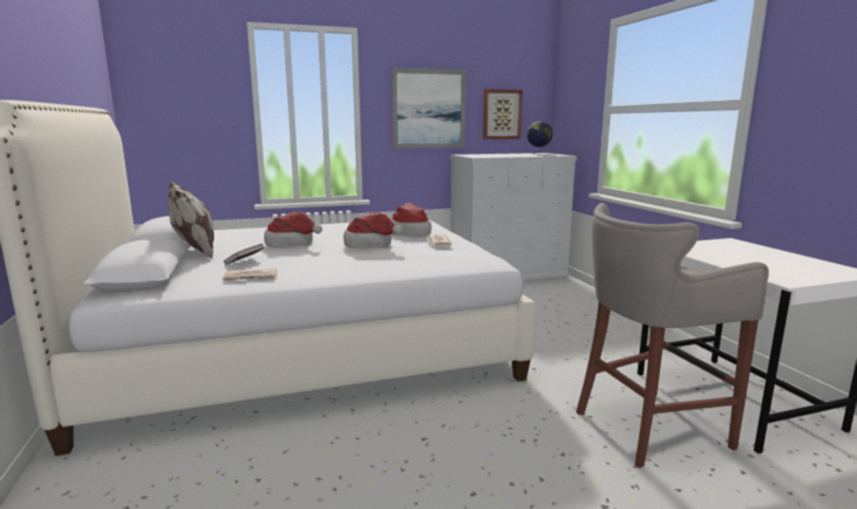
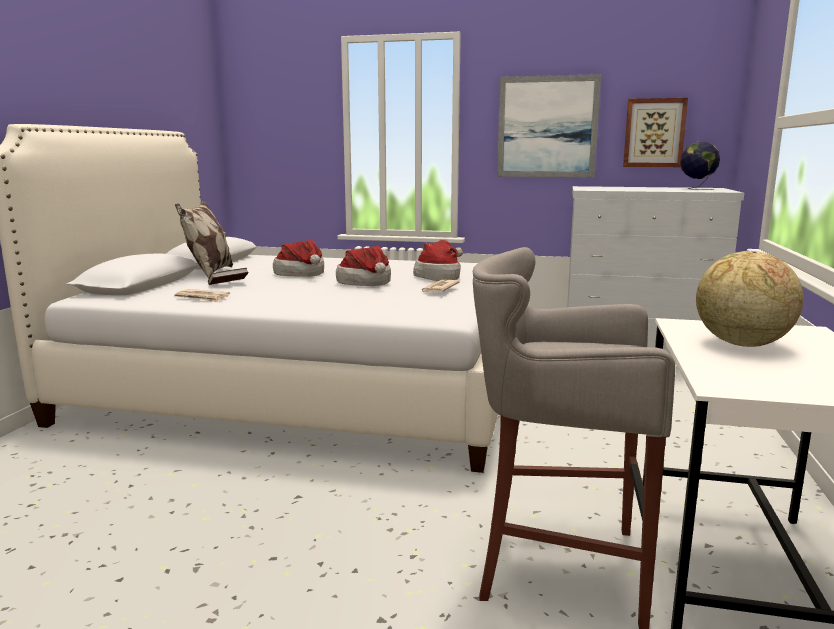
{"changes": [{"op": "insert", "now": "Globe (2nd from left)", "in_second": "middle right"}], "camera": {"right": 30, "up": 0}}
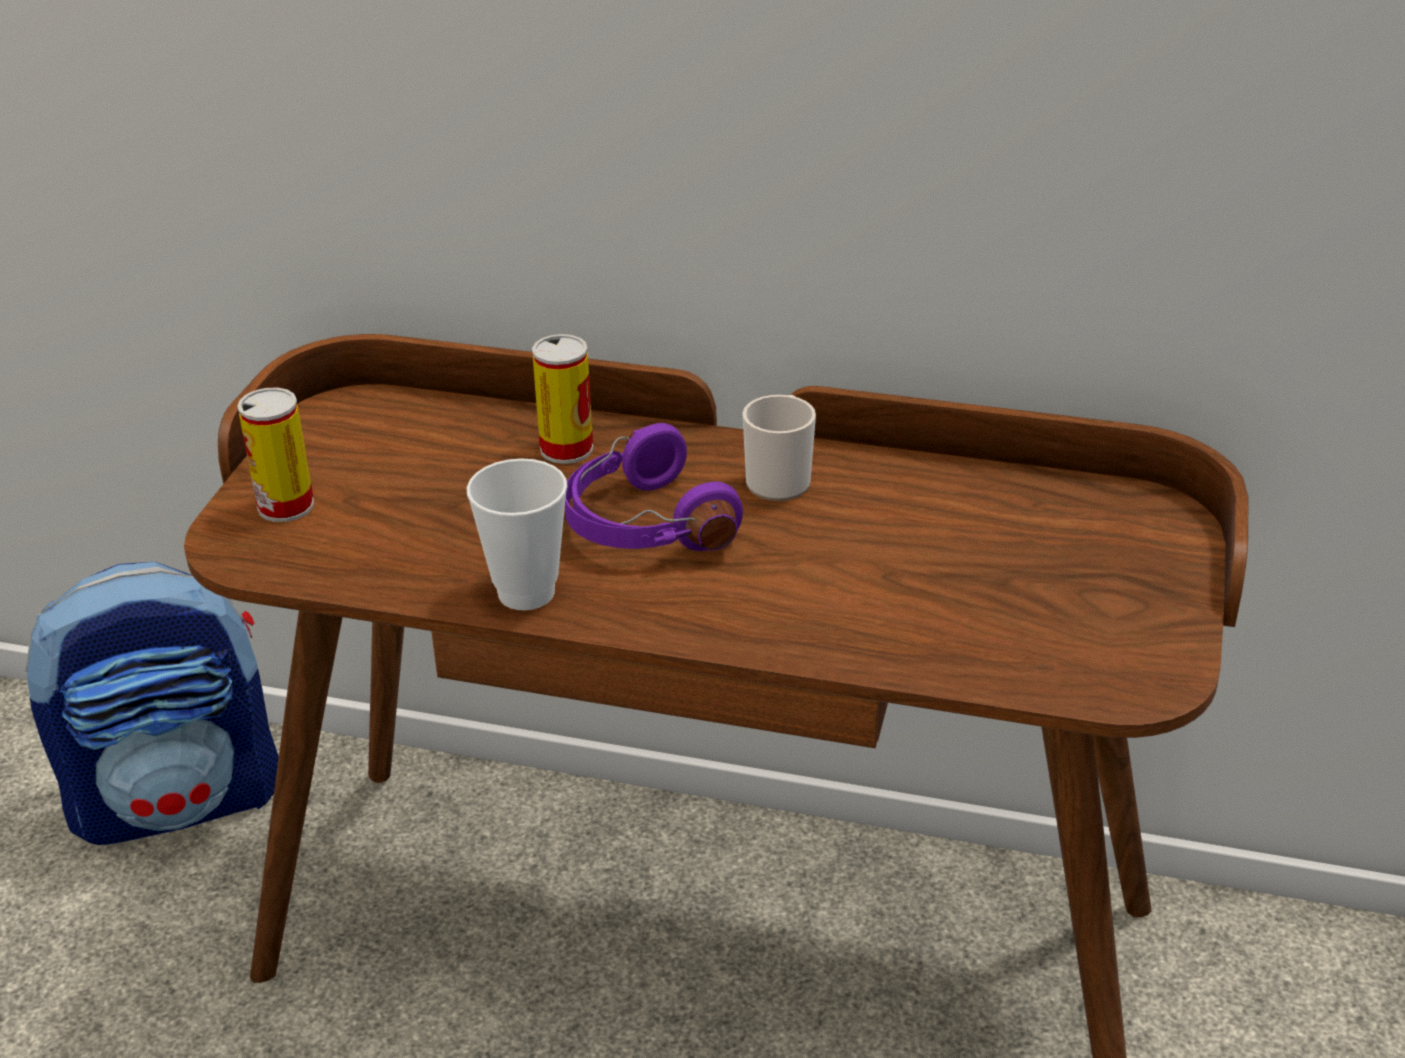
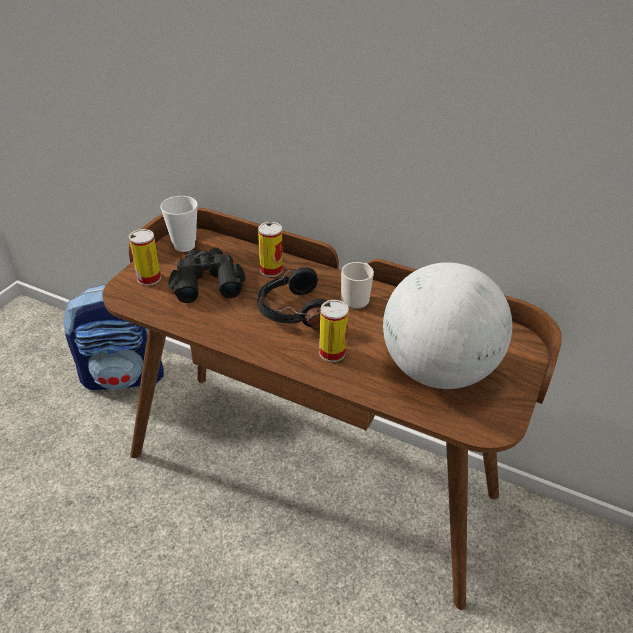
{"changes": [{"op": "move", "was": "Cup", "in_first": "centre", "in_second": "middle left"}, {"op": "recolor", "was": "PurpleHeadphones", "now": "BlackHeadphones", "in_first": "centre", "in_second": "centre"}, {"op": "insert", "now": "BlackBinoculars", "in_second": "middle left"}, {"op": "insert", "now": "Can (3rd from left)", "in_second": "centre"}, {"op": "insert", "now": "Globe", "in_second": "middle right"}], "camera": {"right": 10, "up": 5}}
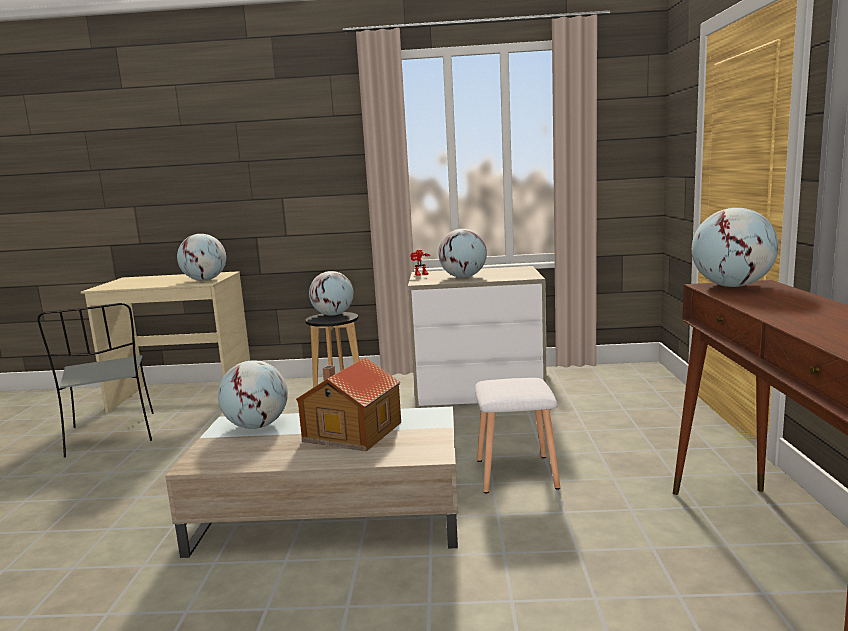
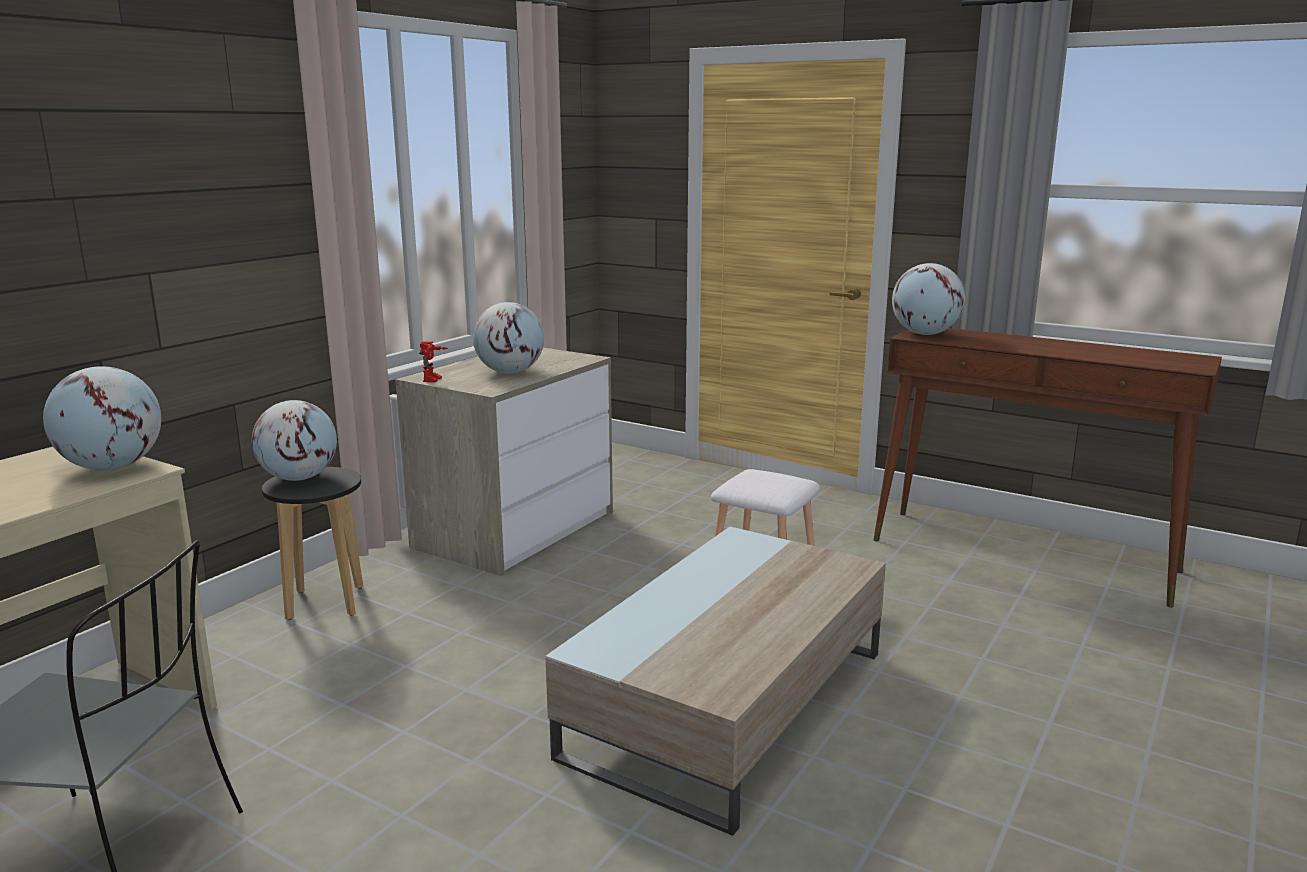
{"changes": [{"op": "delete", "was": "Globe (2nd from left)", "in_first": "middle left"}, {"op": "delete", "was": "ToyHouse", "in_first": "centre"}], "camera": {"right": -60, "up": 5}}
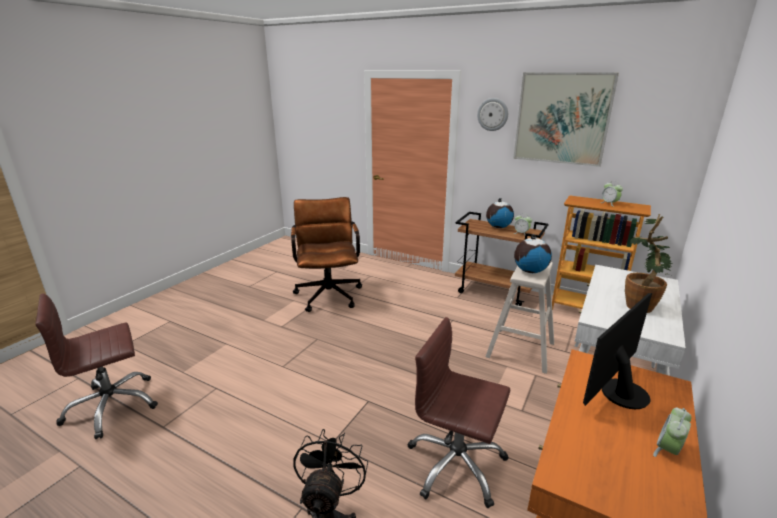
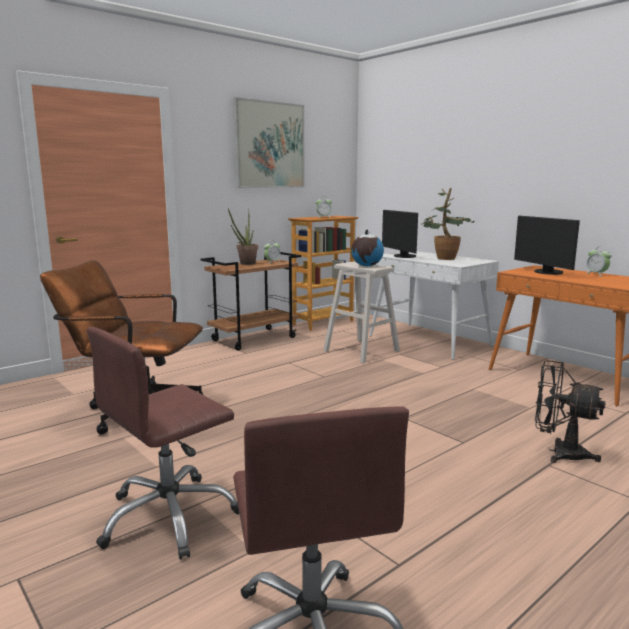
{"changes": [{"op": "move", "was": "BrownOfficeChair (3rd from left in the first image)", "now": "BrownOfficeChair (2nd from left)", "in_first": "bottom centre", "in_second": "bottom left"}, {"op": "delete", "was": "WallClock", "in_first": "top centre"}, {"op": "replace", "was": "Globe (1st from left)", "now": "PottedPlant (1st from left)", "in_first": "centre", "in_second": "centre"}, {"op": "insert", "now": "Monitor (1st from left)", "in_second": "centre"}], "camera": {"right": -70, "up": -10}}
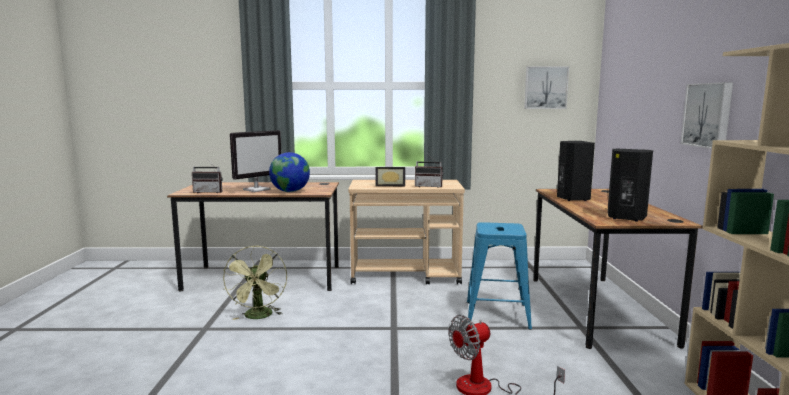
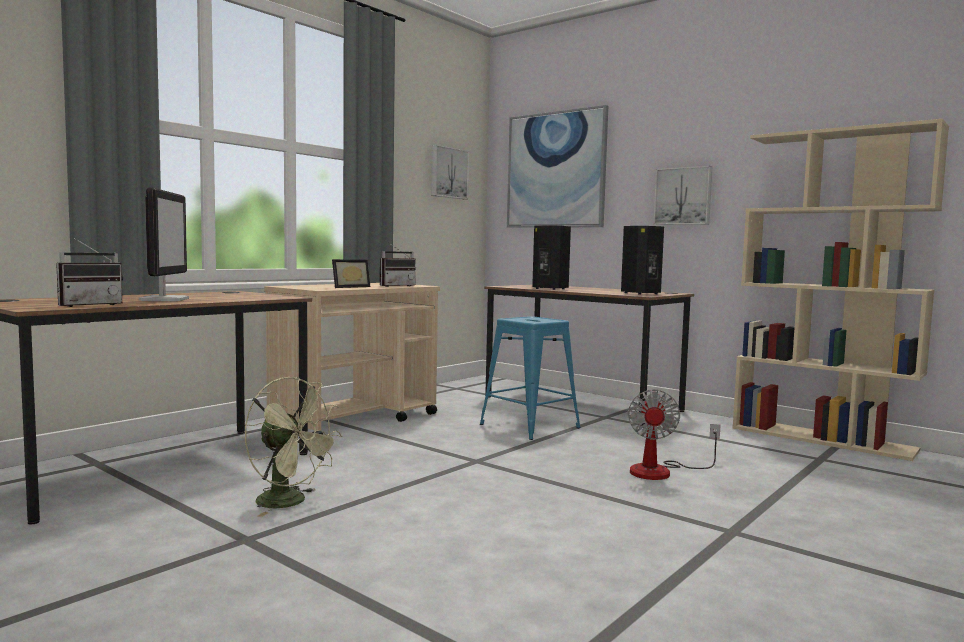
{"changes": [{"op": "delete", "was": "Globe", "in_first": "centre"}, {"op": "insert", "now": "Picture (2nd from left)", "in_second": "top centre"}], "camera": {"right": -50, "up": -5}}
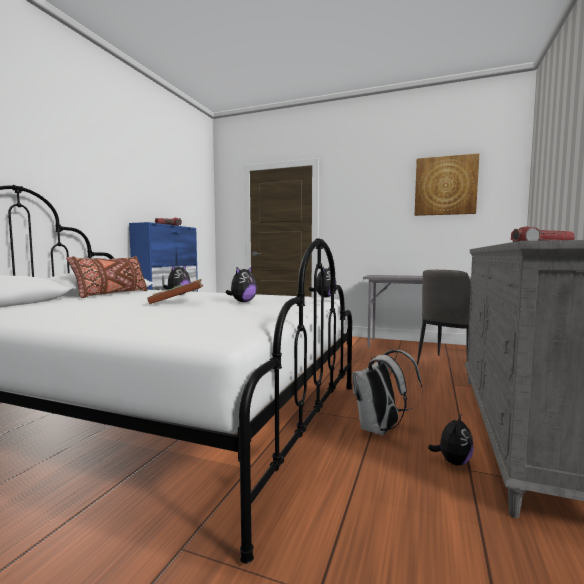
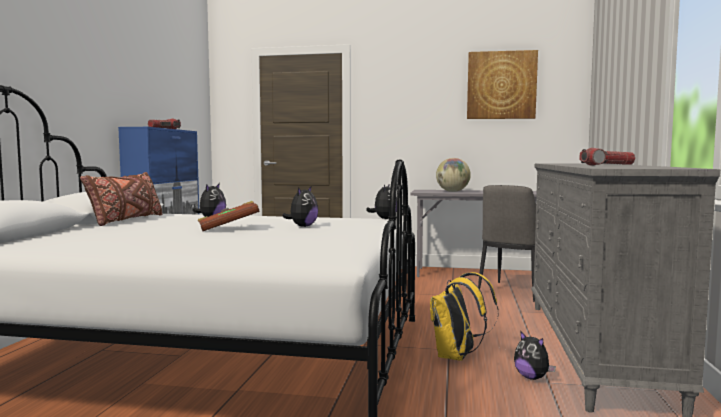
{"changes": [{"op": "recolor", "was": "WhiteBackpack", "now": "YellowBackpack", "in_first": "bottom centre", "in_second": "bottom centre"}, {"op": "rotate", "was": "PlushToy (4th from left)", "in_first": "bottom right", "in_second": "bottom right", "clockwise": 120}, {"op": "insert", "now": "Globe", "in_second": "centre"}], "camera": {"right": -10, "up": 0}}
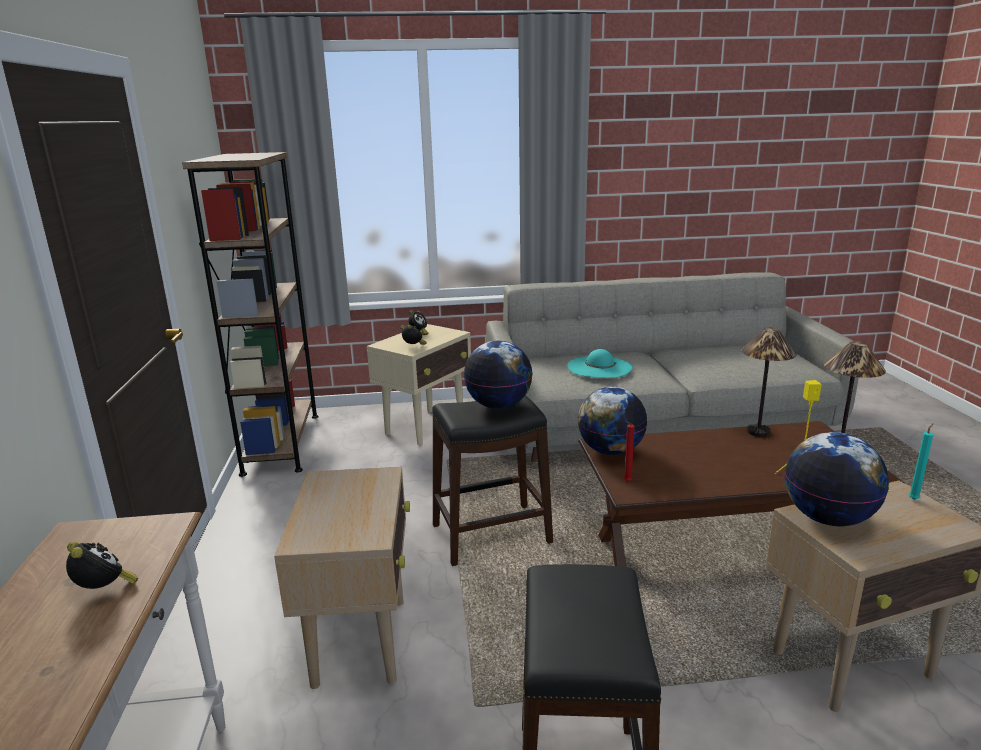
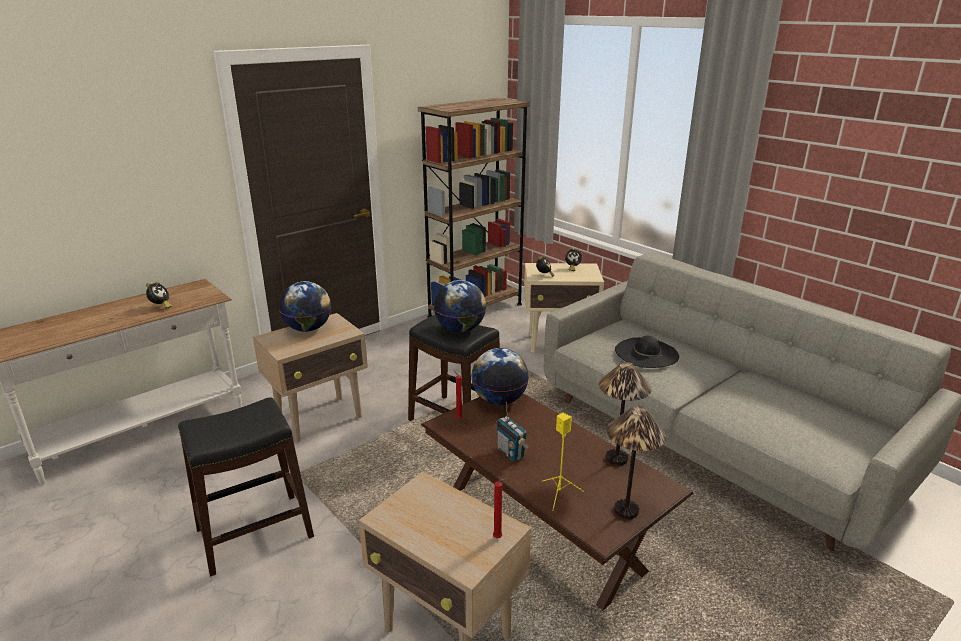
{"changes": [{"op": "recolor", "was": "TurquoiseHat", "now": "BlackHat", "in_first": "centre", "in_second": "middle right"}, {"op": "move", "was": "Globe (3rd from left in the first image)", "now": "Globe (1st from left)", "in_first": "middle right", "in_second": "middle left"}, {"op": "recolor", "was": "TurquoiseCandle", "now": "RedCandle (2nd from left)", "in_first": "middle right", "in_second": "bottom centre"}, {"op": "insert", "now": "Radio", "in_second": "bottom centre"}], "camera": {"right": 55, "up": 5}}
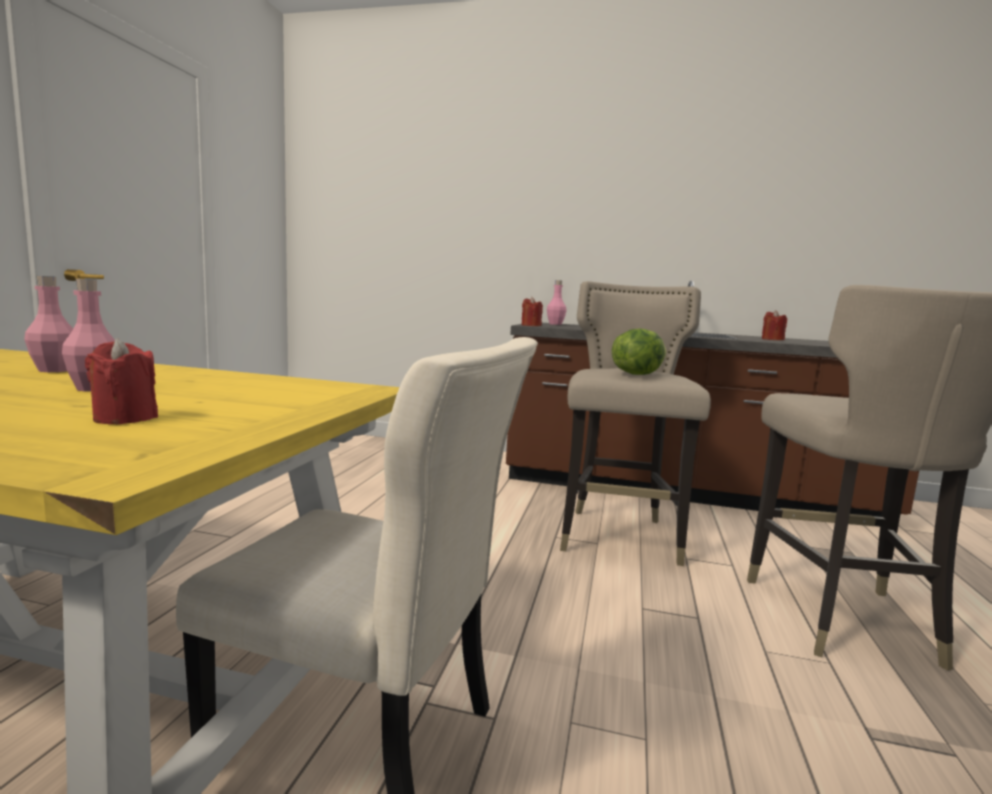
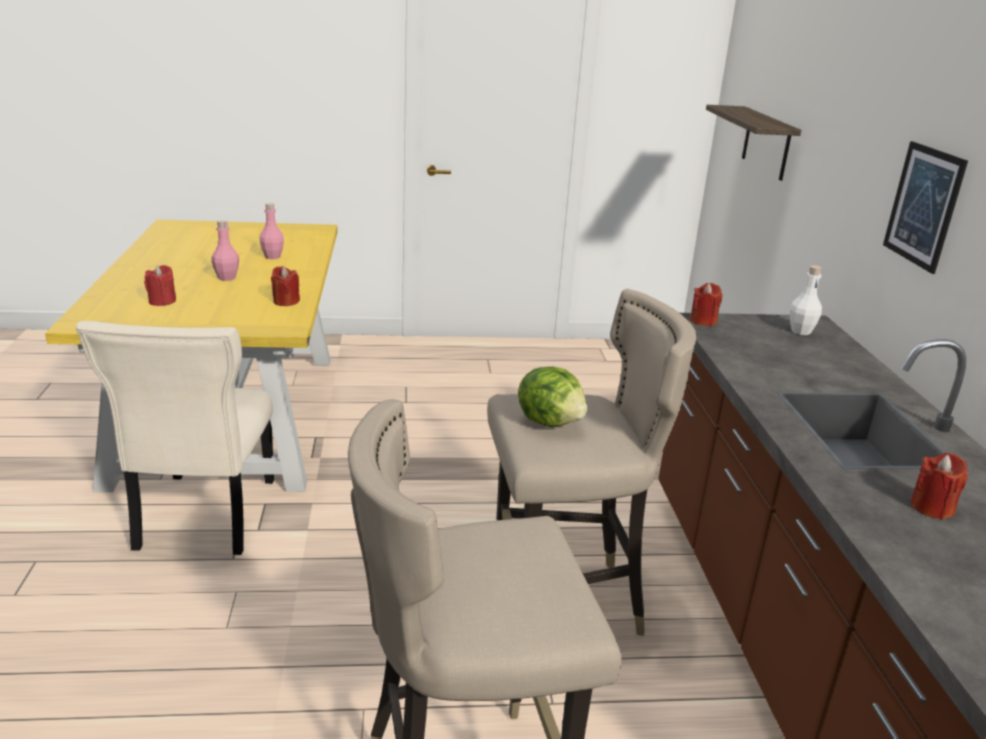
{"changes": [{"op": "recolor", "was": "PinkBottle (3rd from left)", "now": "WhiteBottle", "in_first": "centre", "in_second": "middle right"}, {"op": "insert", "now": "RedCandle (2nd from left)", "in_second": "middle left"}, {"op": "insert", "now": "Shelf", "in_second": "top right"}, {"op": "insert", "now": "Picture", "in_second": "top right"}], "camera": {"right": 70, "up": 15}}
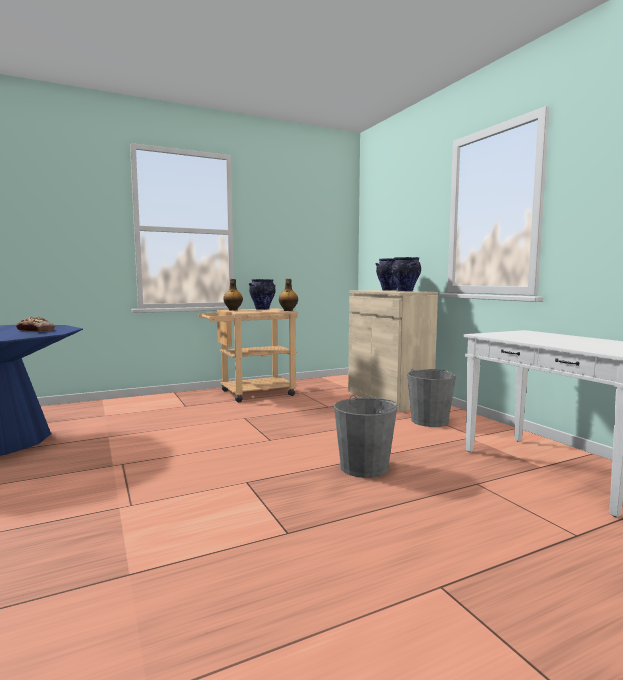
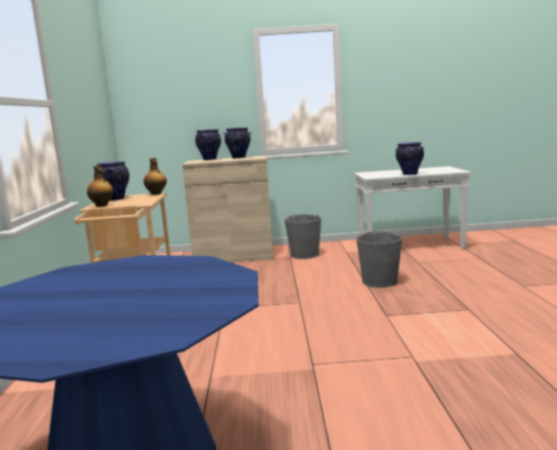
{"changes": [{"op": "delete", "was": "Bread", "in_first": "middle left"}, {"op": "insert", "now": "Vase (4th from left)", "in_second": "middle right"}], "camera": {"right": -65, "up": 5}}
